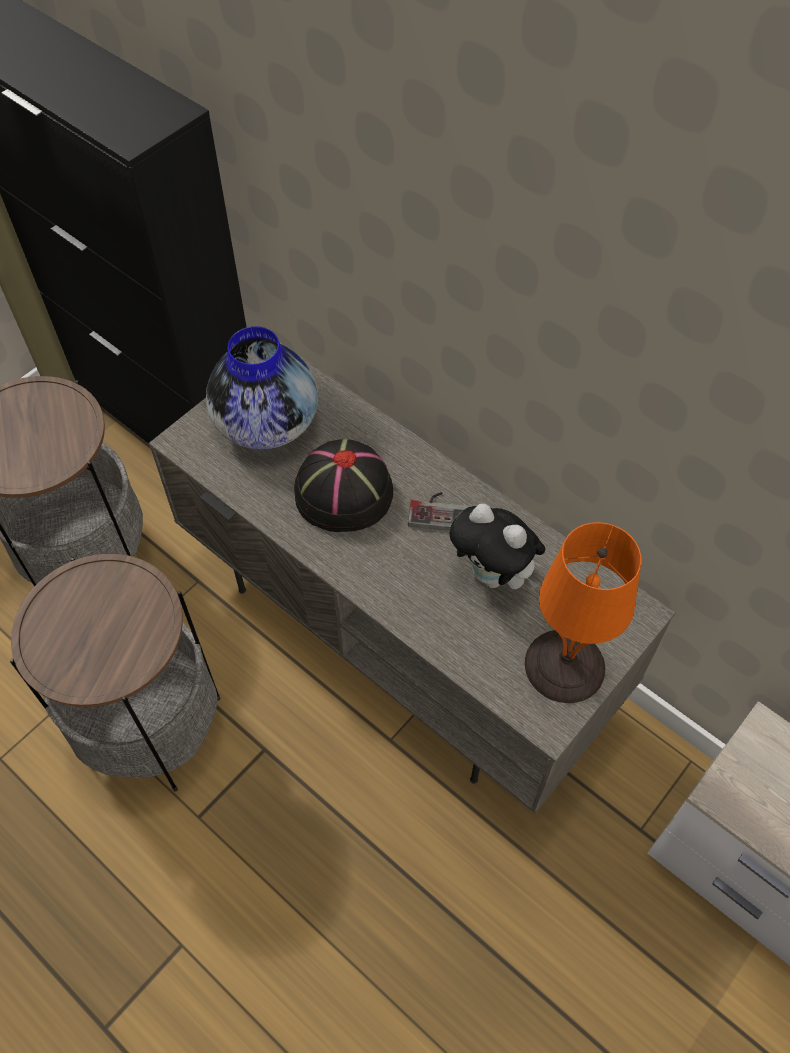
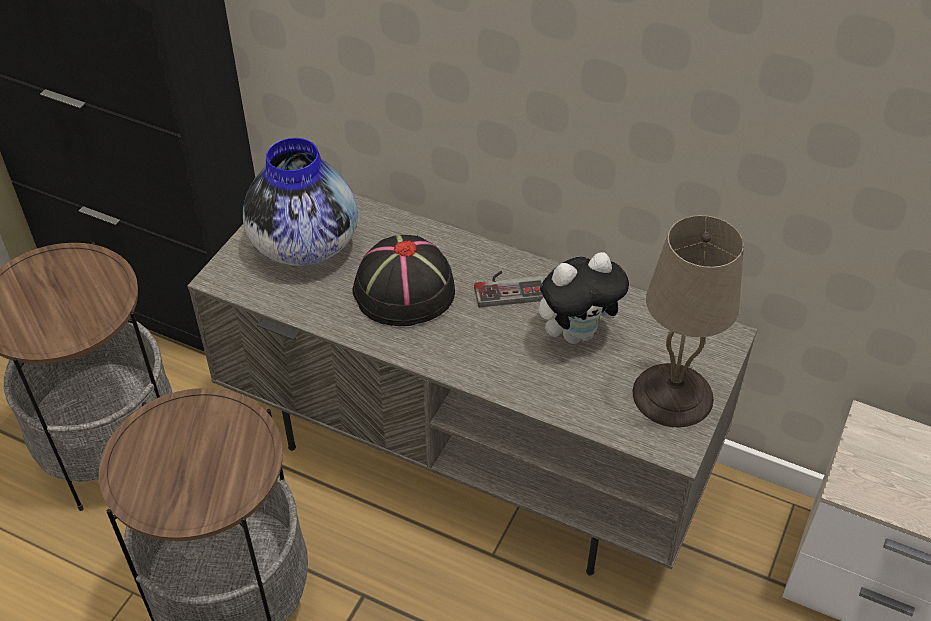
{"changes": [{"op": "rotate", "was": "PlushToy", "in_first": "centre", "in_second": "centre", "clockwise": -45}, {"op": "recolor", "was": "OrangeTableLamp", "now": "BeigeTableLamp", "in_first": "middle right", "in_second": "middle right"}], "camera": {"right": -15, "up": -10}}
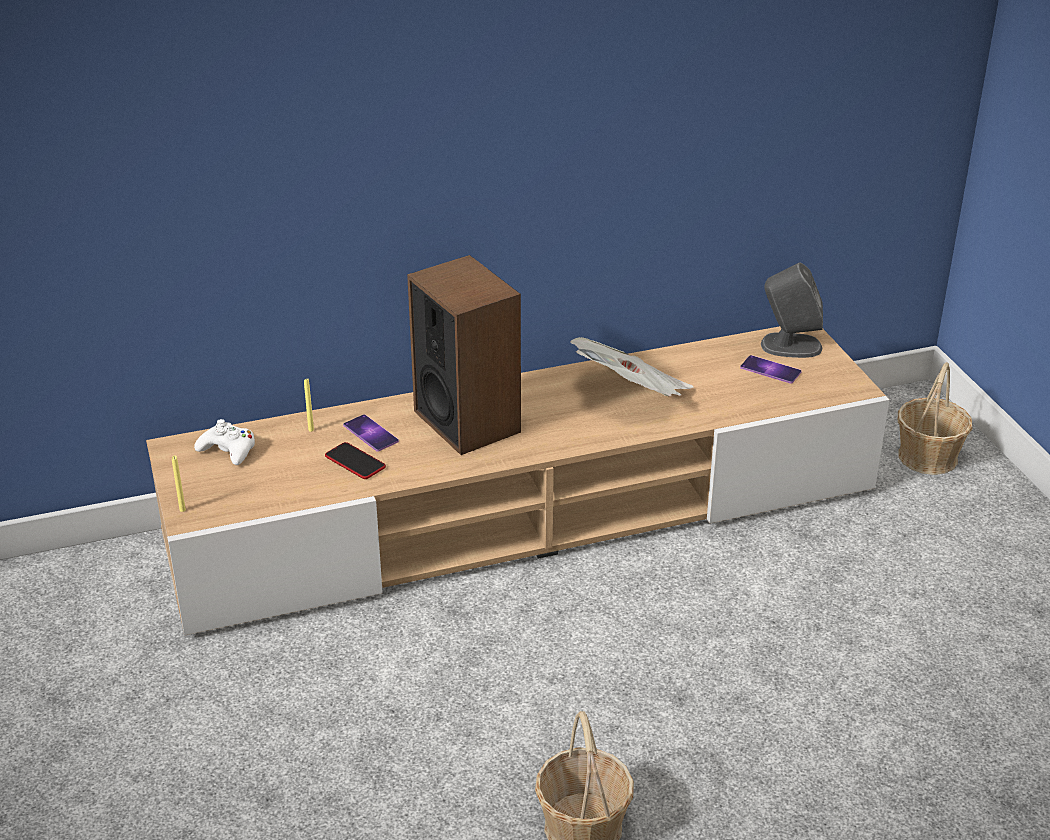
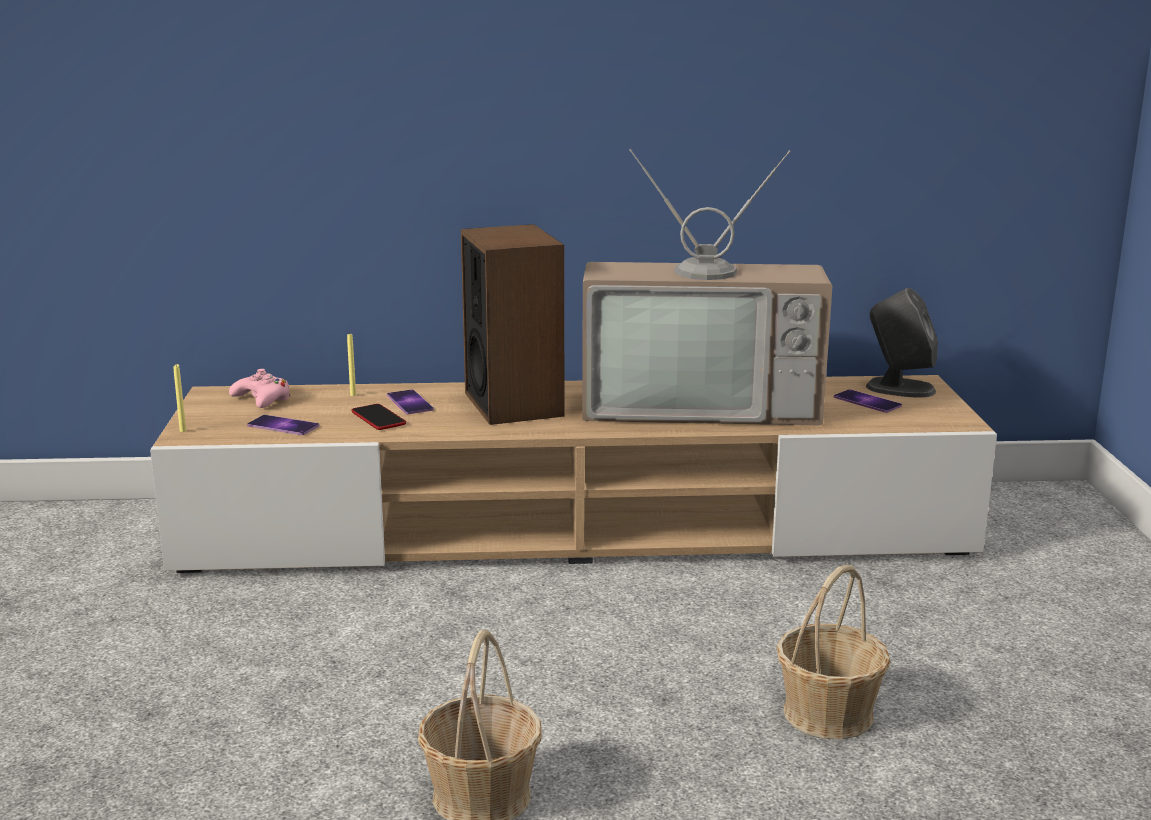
{"changes": [{"op": "recolor", "was": "WhiteGameController", "now": "PinkGameController", "in_first": "middle left", "in_second": "middle left"}, {"op": "replace", "was": "Newspaper", "now": "Television", "in_first": "centre", "in_second": "centre"}, {"op": "move", "was": "Basket (2nd from left)", "in_first": "middle right", "in_second": "bottom right"}, {"op": "insert", "now": "Phone (1st from left)", "in_second": "middle left"}], "camera": {"right": 15, "up": -15}}
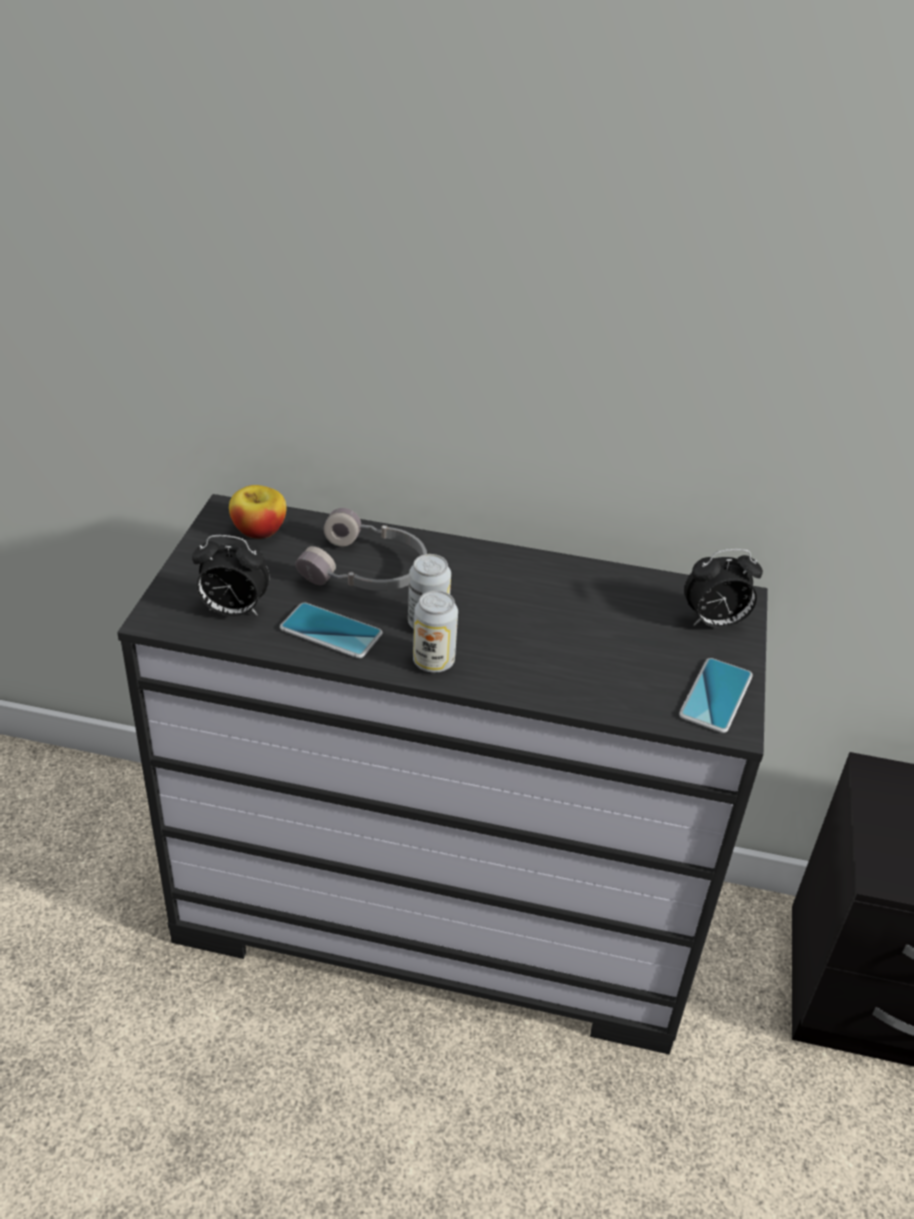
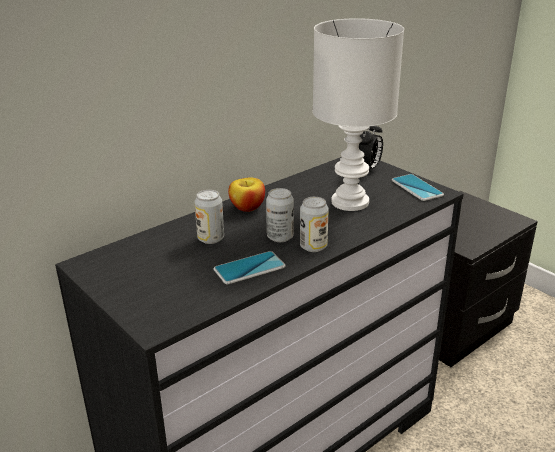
{"changes": [{"op": "delete", "was": "AlarmClock (1st from left)", "in_first": "middle left"}, {"op": "move", "was": "Apple", "in_first": "middle left", "in_second": "centre"}, {"op": "replace", "was": "GreyHeadphones", "now": "Can (1st from left)", "in_first": "centre", "in_second": "centre"}, {"op": "insert", "now": "WhiteTableLamp", "in_second": "top centre"}], "camera": {"right": -50, "up": -10}}
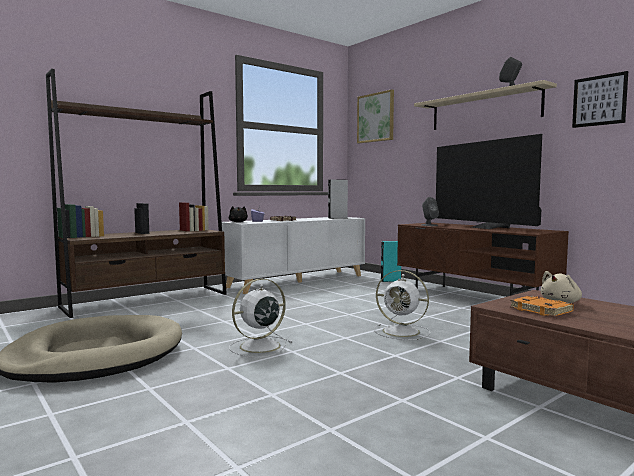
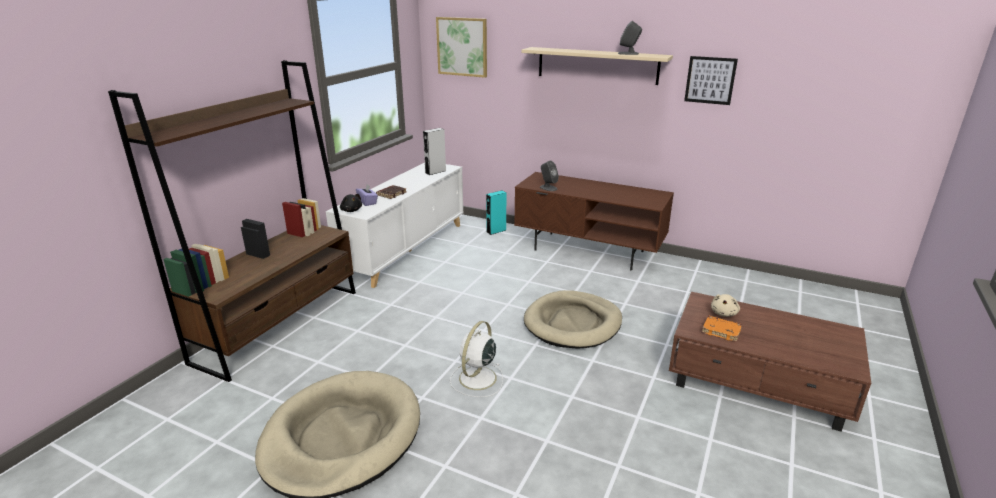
{"changes": [{"op": "replace", "was": "WhiteFan (2nd from left)", "now": "BeigeDogBed (2nd from left)", "in_first": "centre", "in_second": "centre"}, {"op": "delete", "was": "Television", "in_first": "middle right"}], "camera": {"right": -25, "up": 20}}
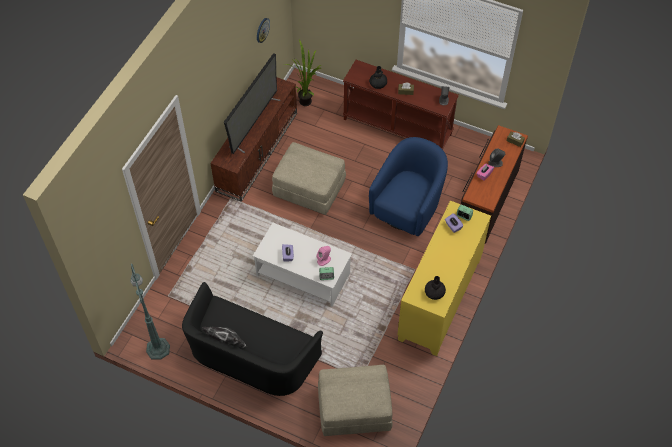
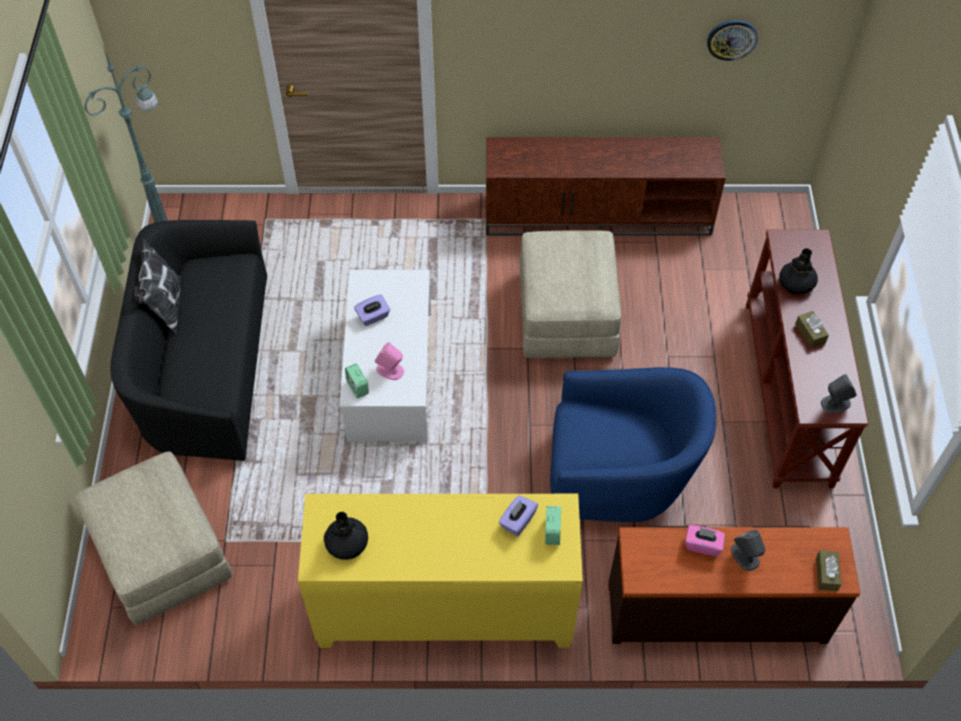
{"changes": [{"op": "delete", "was": "Television", "in_first": "top centre"}, {"op": "delete", "was": "PottedPlant", "in_first": "top centre"}], "camera": {"right": 65, "up": 0}}
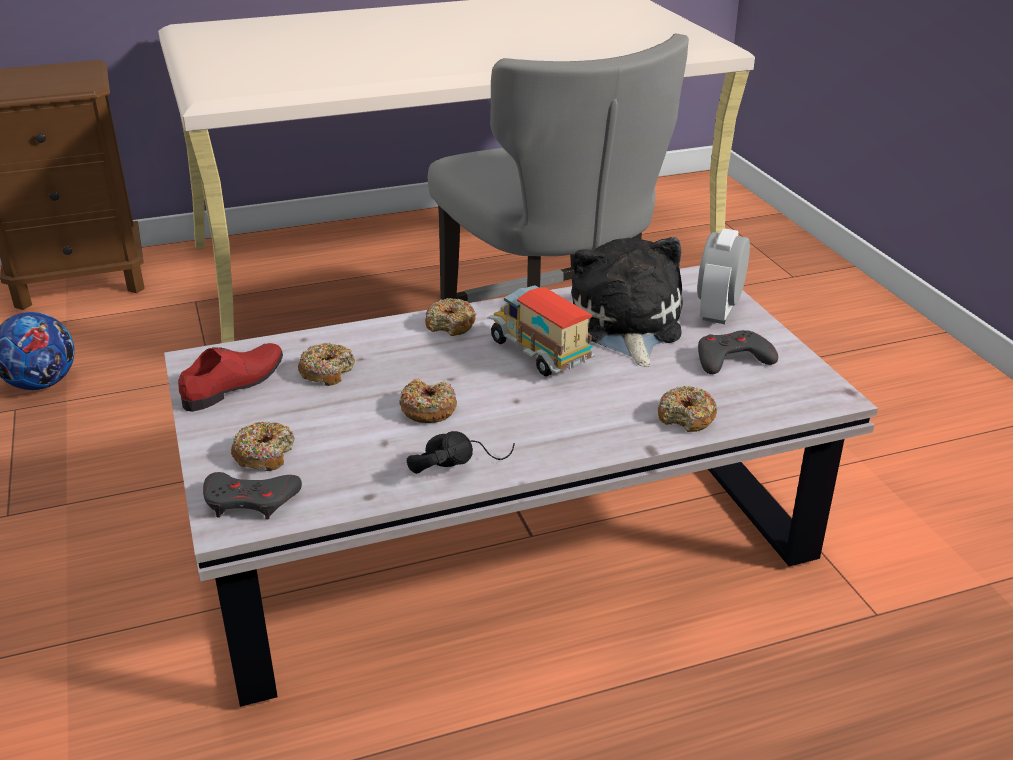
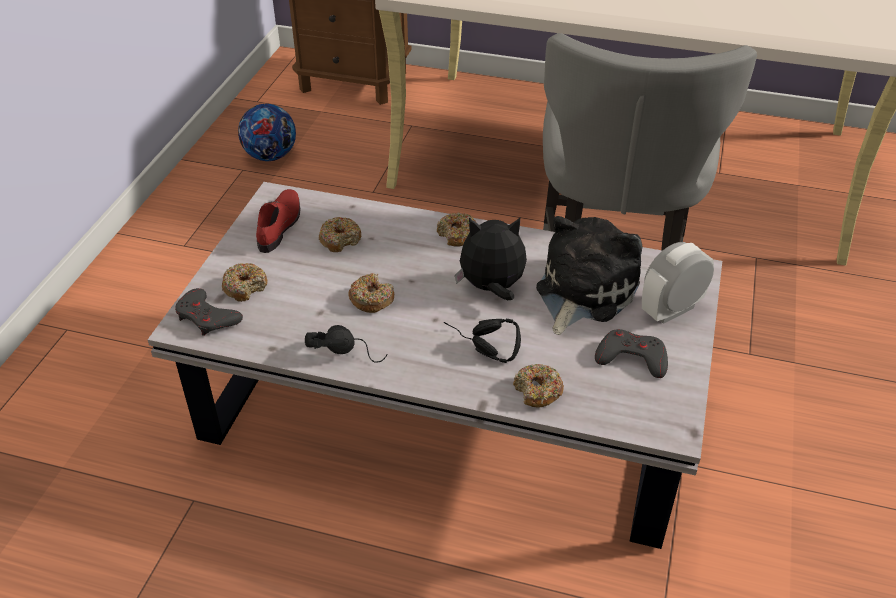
{"changes": [{"op": "rotate", "was": "RedShoe", "in_first": "middle left", "in_second": "middle left", "clockwise": -60}, {"op": "replace", "was": "ToyTruck", "now": "PlushToy (1st from left)", "in_first": "centre", "in_second": "centre"}, {"op": "insert", "now": "BlackHeadphones (2nd from left)", "in_second": "centre"}], "camera": {"right": 35, "up": 10}}
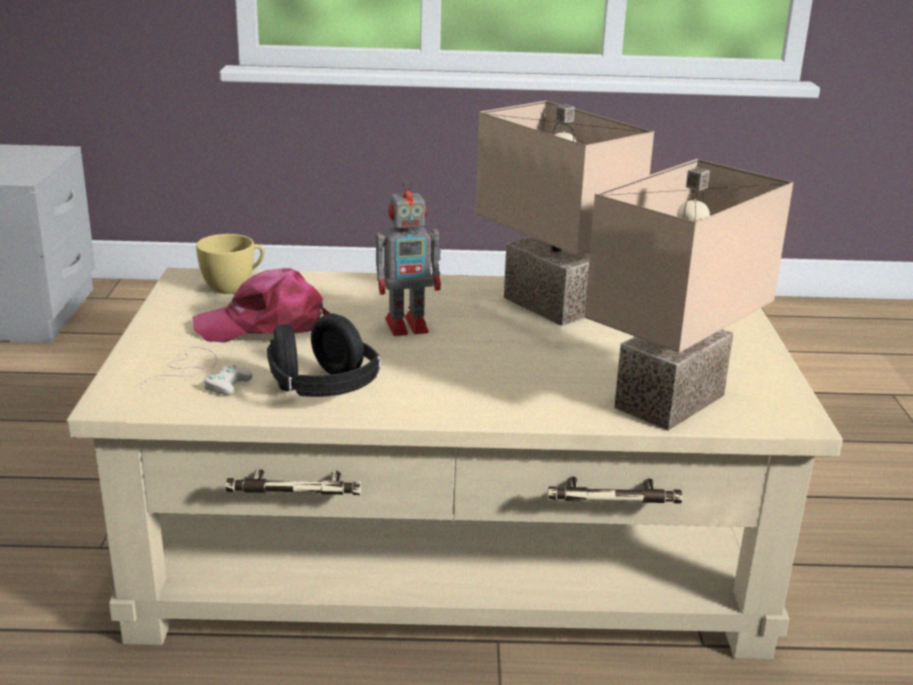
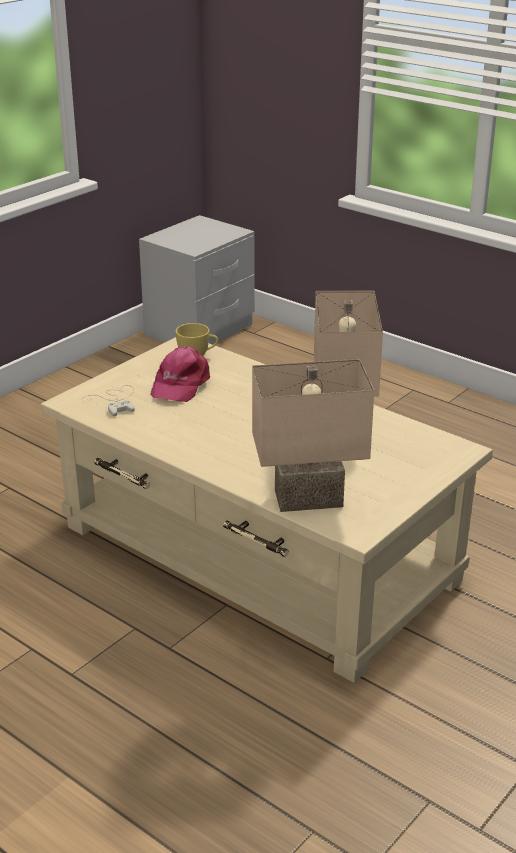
{"changes": [{"op": "rotate", "was": "PinkCap", "in_first": "middle left", "in_second": "centre", "clockwise": -105}, {"op": "delete", "was": "BlackHeadphones", "in_first": "centre"}, {"op": "delete", "was": "ToyRobot", "in_first": "centre"}], "camera": {"right": 40, "up": 5}}
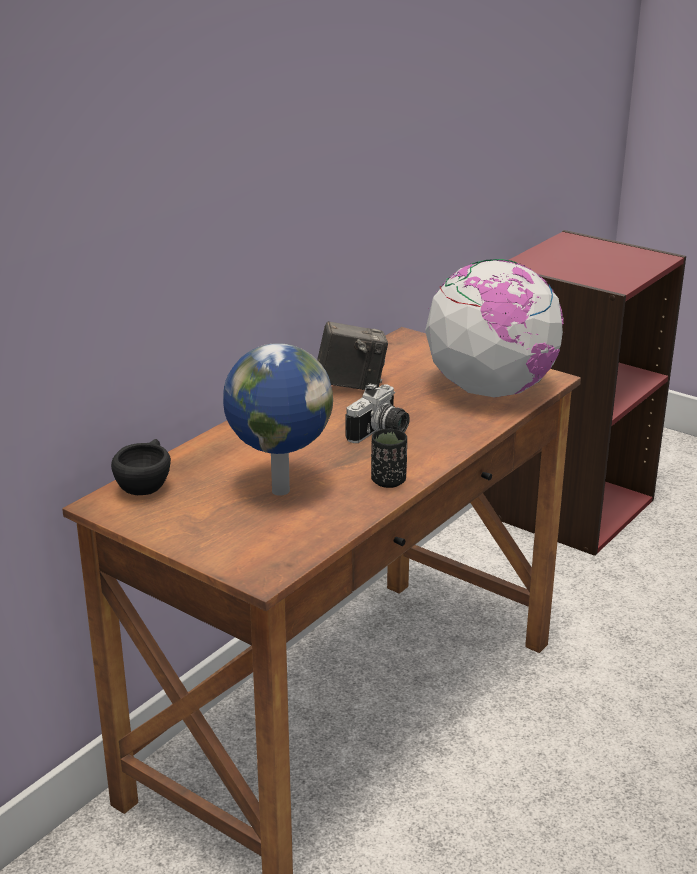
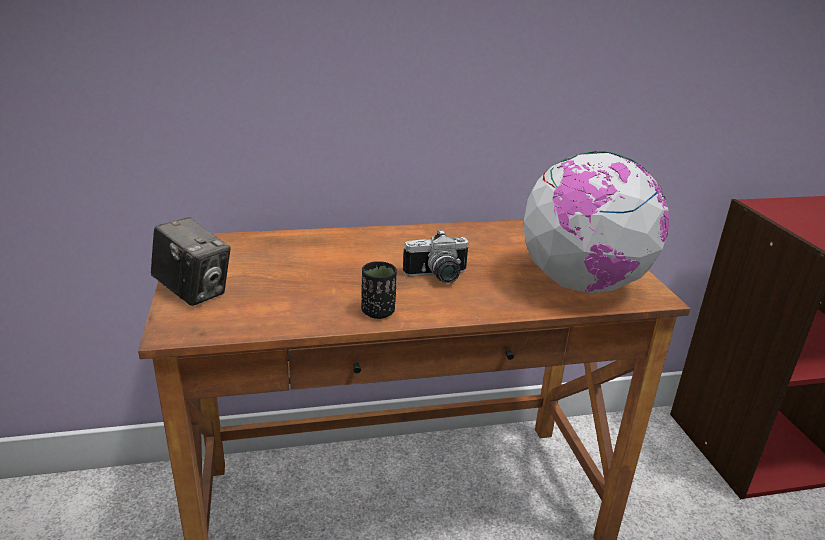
{"changes": [{"op": "delete", "was": "BlackCup (1st from left)", "in_first": "middle left"}, {"op": "delete", "was": "Globe (1st from left)", "in_first": "centre"}, {"op": "move", "was": "PhotoCamera (1st from left)", "in_first": "centre", "in_second": "middle left"}], "camera": {"right": 40, "up": 0}}
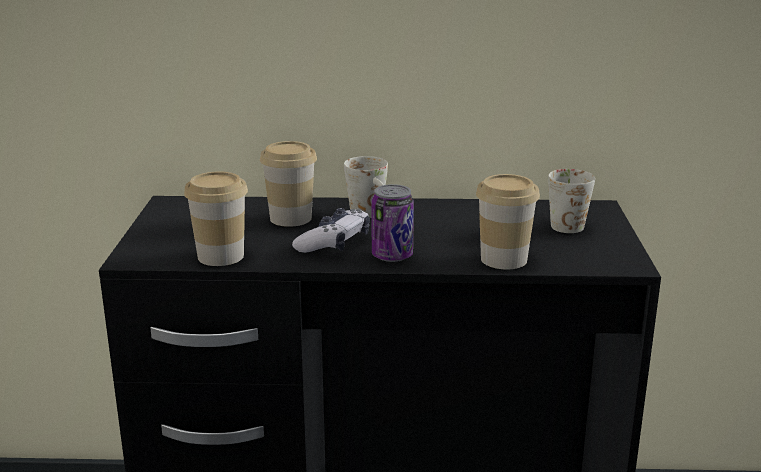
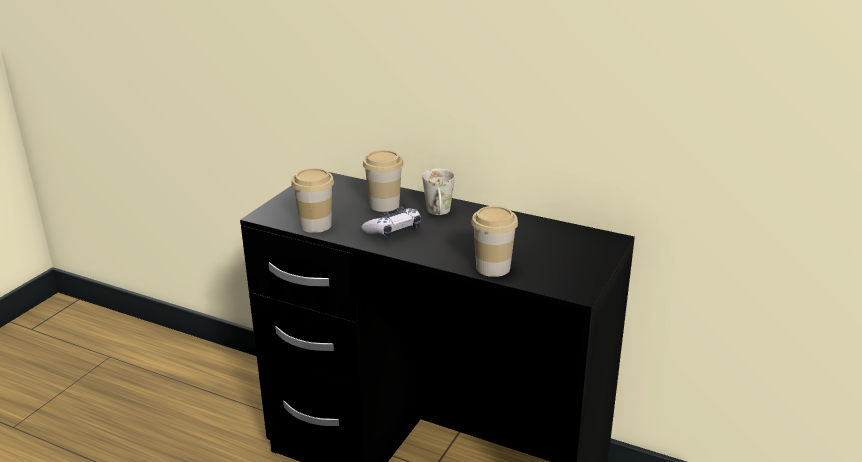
{"changes": [{"op": "delete", "was": "Can", "in_first": "centre"}, {"op": "delete", "was": "WhiteMug (2nd from left)", "in_first": "middle right"}], "camera": {"right": 25, "up": 5}}
